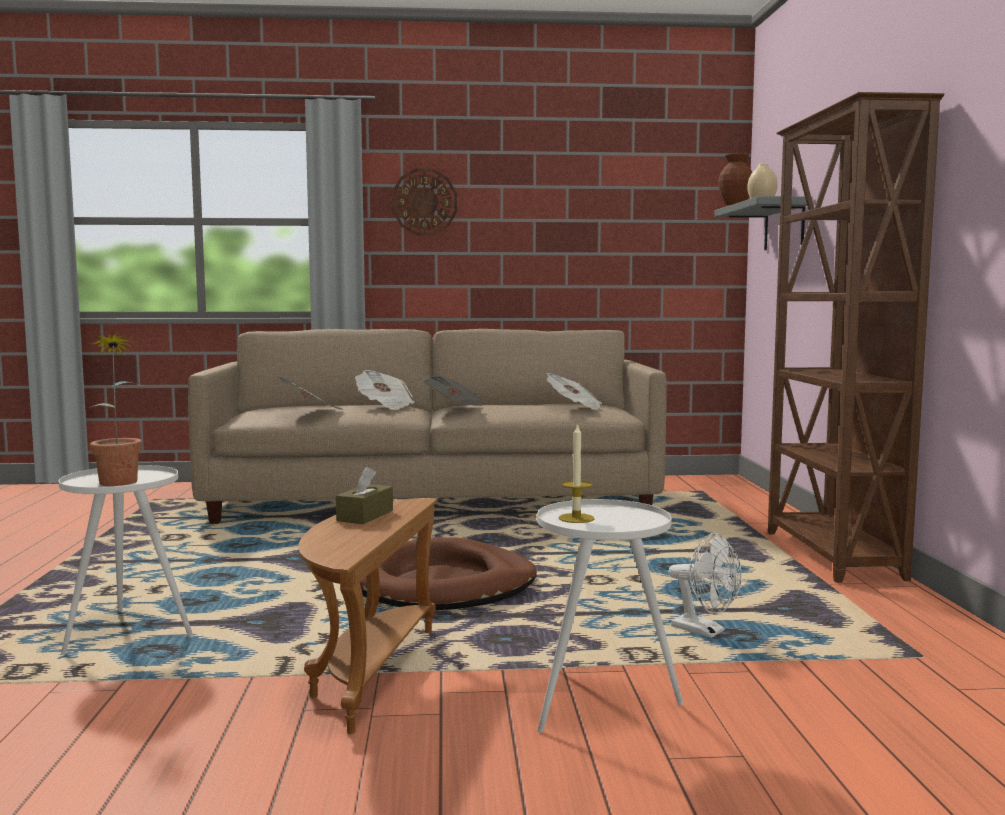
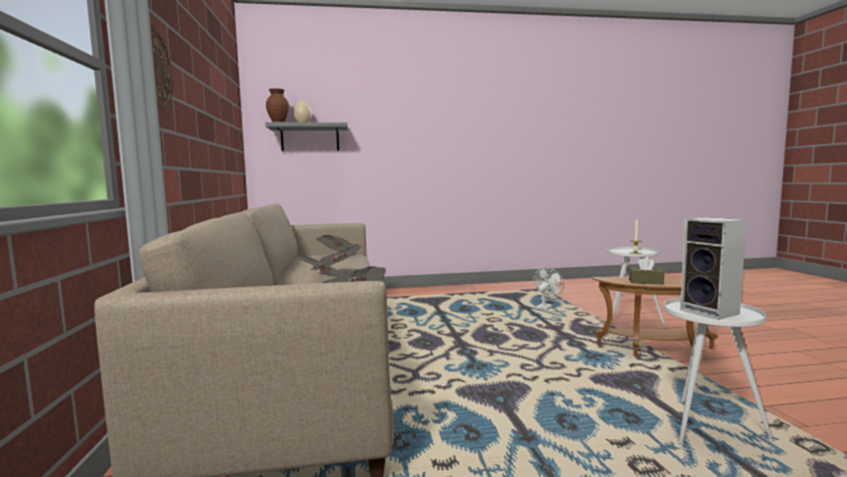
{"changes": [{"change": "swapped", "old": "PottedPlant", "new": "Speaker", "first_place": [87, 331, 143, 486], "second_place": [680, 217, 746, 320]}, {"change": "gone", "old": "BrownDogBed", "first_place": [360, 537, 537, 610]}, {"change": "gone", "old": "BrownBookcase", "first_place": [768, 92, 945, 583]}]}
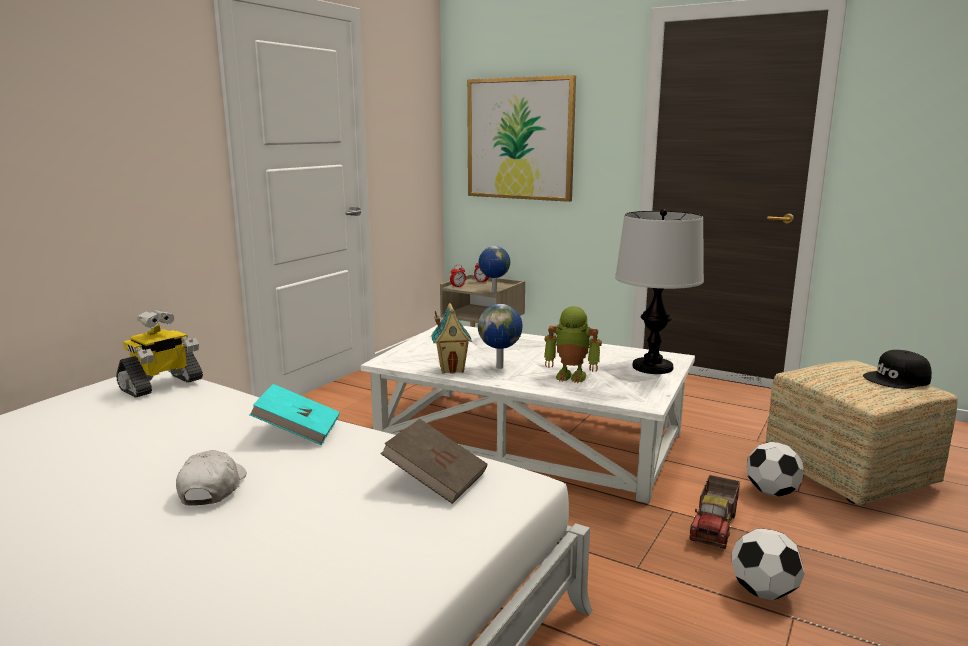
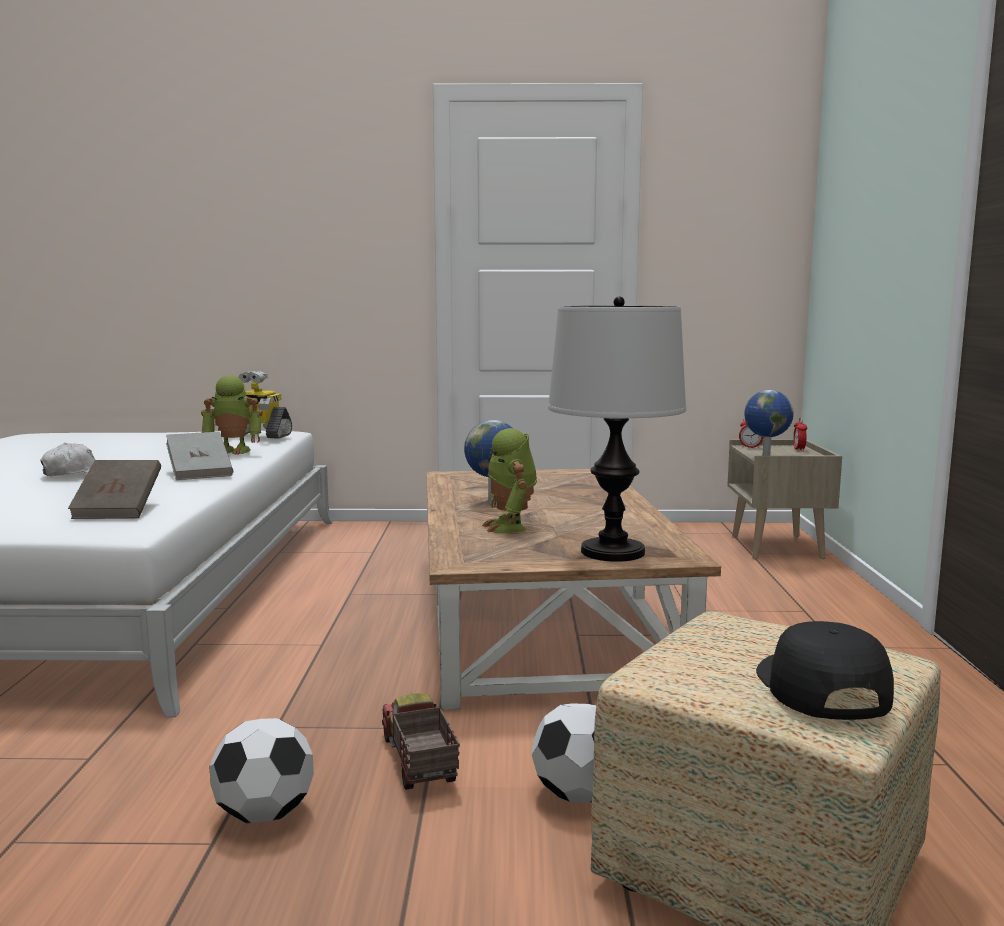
{"changes": [{"change": "repainted", "old": "TurquoiseBook", "new": "GreyBook", "first_place": [249, 384, 340, 445], "second_place": [166, 432, 233, 480]}, {"change": "repainted", "old": "WhiteCoffeeTable", "new": "BrownCoffeeTable", "first_place": [361, 325, 695, 503], "second_place": [426, 469, 721, 710]}, {"change": "gone", "old": "ToyHouse", "first_place": [431, 303, 472, 374]}, {"change": "gone", "old": "Picture", "first_place": [467, 75, 576, 202]}, {"change": "rotated", "old": "ToyTruck", "first_place": [689, 475, 740, 549], "second_place": [382, 693, 460, 790], "degrees": 75}, {"change": "rotated", "old": "BlackCap", "first_place": [863, 350, 932, 389], "second_place": [756, 621, 894, 720], "degrees": 45}, {"change": "new", "new": "ToyRobot", "second_place": [201, 375, 263, 455]}]}
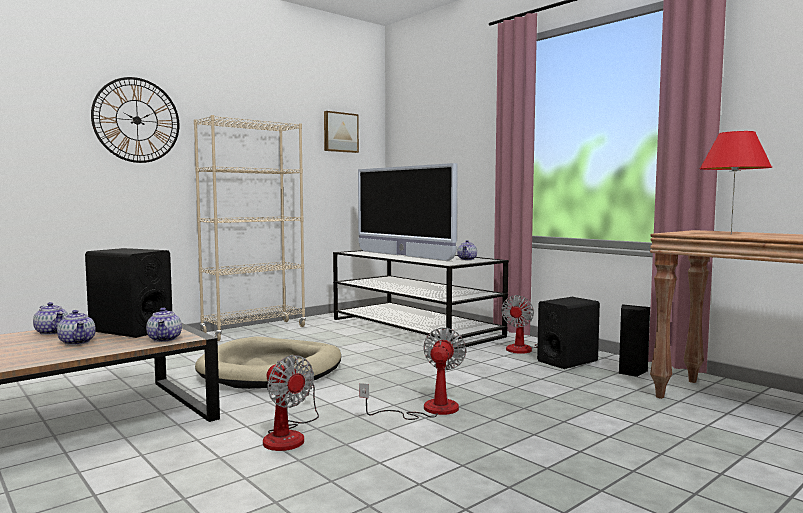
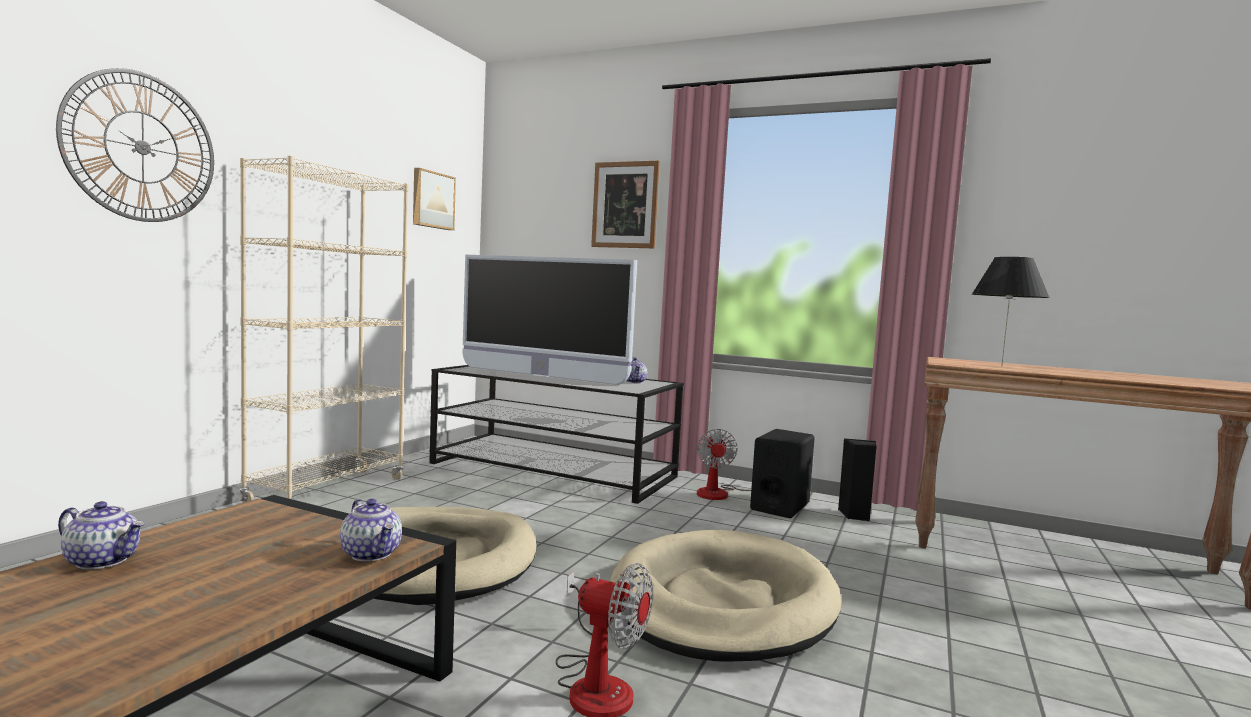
{"changes": [{"change": "gone", "old": "Teapot", "first_place": [57, 310, 96, 345]}, {"change": "gone", "old": "BlackSpeaker", "first_place": [85, 248, 172, 338]}, {"change": "swapped", "old": "Fan", "new": "BeigeDogBed", "first_place": [359, 327, 466, 420], "second_place": [610, 530, 841, 661]}, {"change": "repainted", "old": "RedTableLamp", "new": "BlackTableLamp", "first_place": [700, 131, 772, 235], "second_place": [972, 257, 1050, 367]}, {"change": "new", "new": "Picture", "second_place": [591, 161, 660, 248]}]}
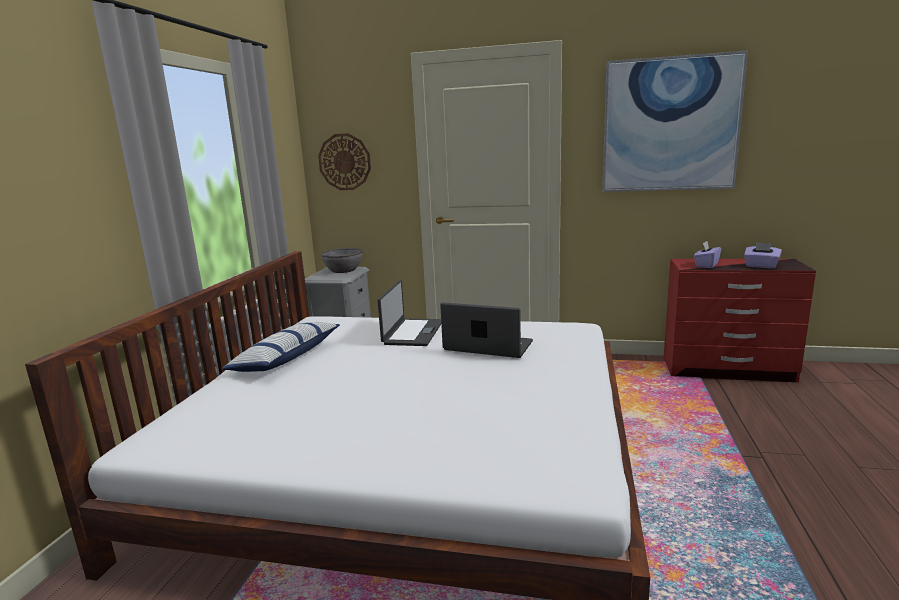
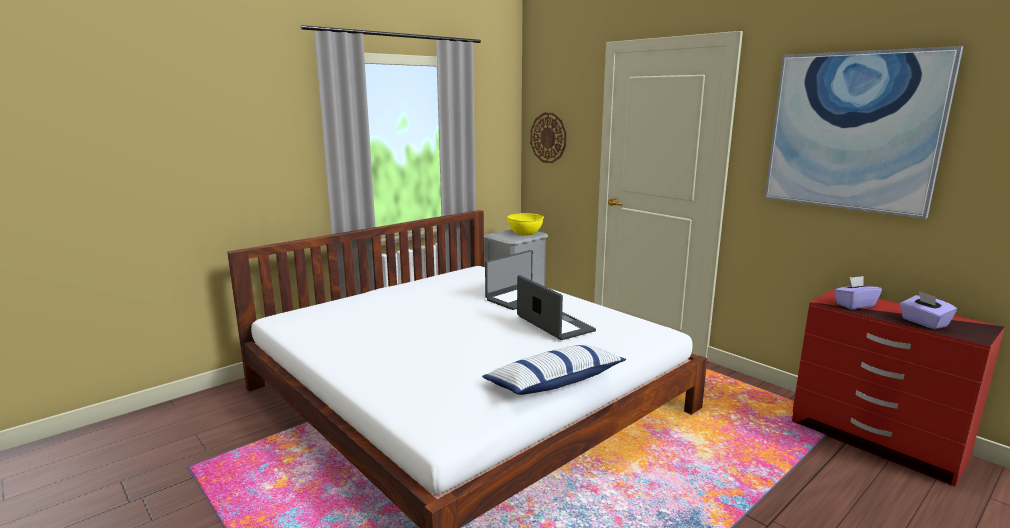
{"changes": [{"change": "shifted", "old": "Pillow", "first_place": [221, 322, 340, 372], "second_place": [482, 345, 626, 395]}, {"change": "repainted", "old": "GreyBowl", "new": "YellowBowl", "first_place": [320, 248, 363, 273], "second_place": [507, 213, 544, 235]}]}
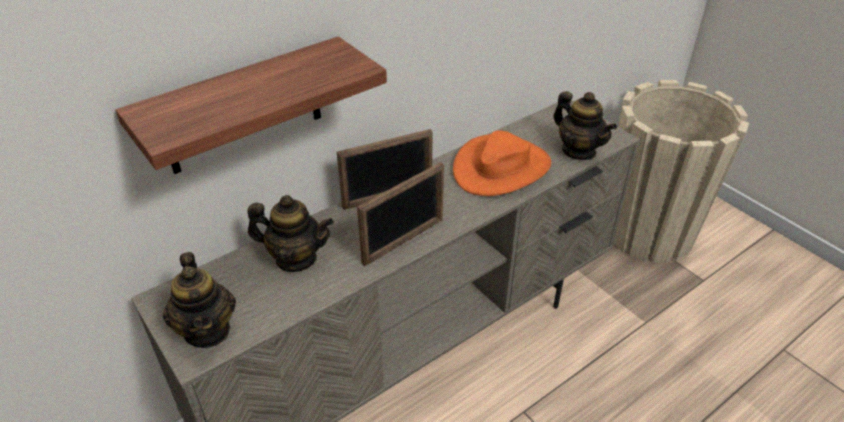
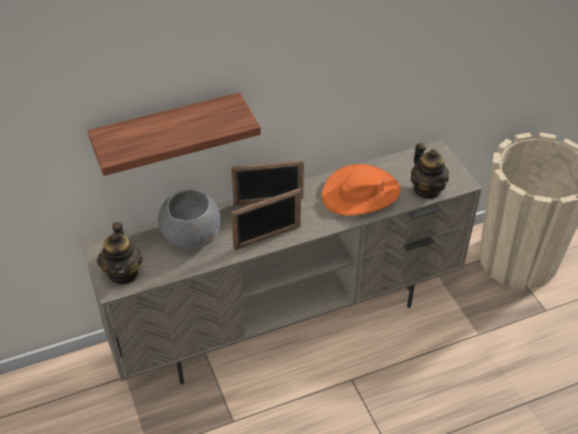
{"changes": [{"change": "swapped", "old": "Teapot", "new": "GreyBowl", "first_place": [248, 195, 334, 272], "second_place": [158, 190, 221, 250]}]}
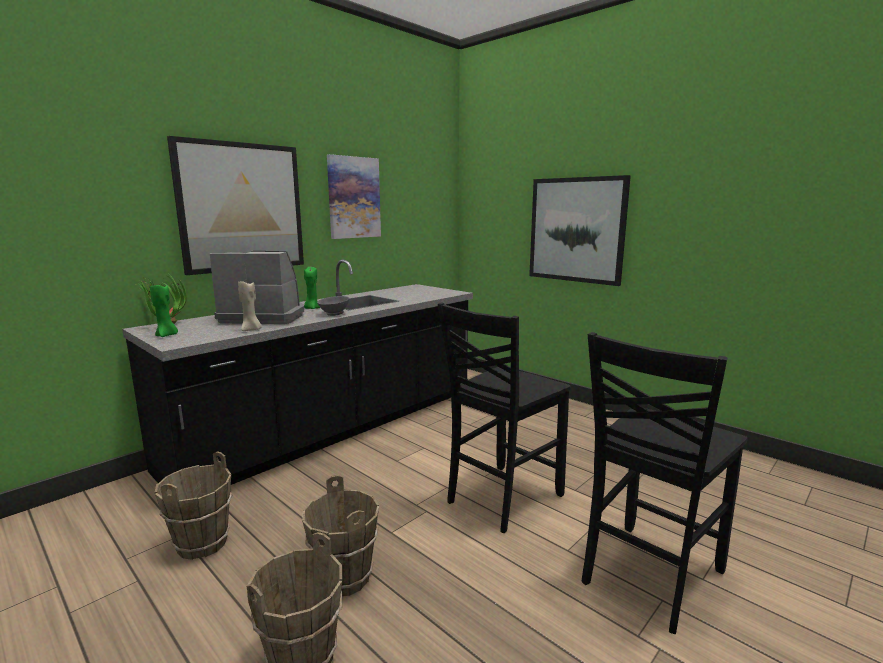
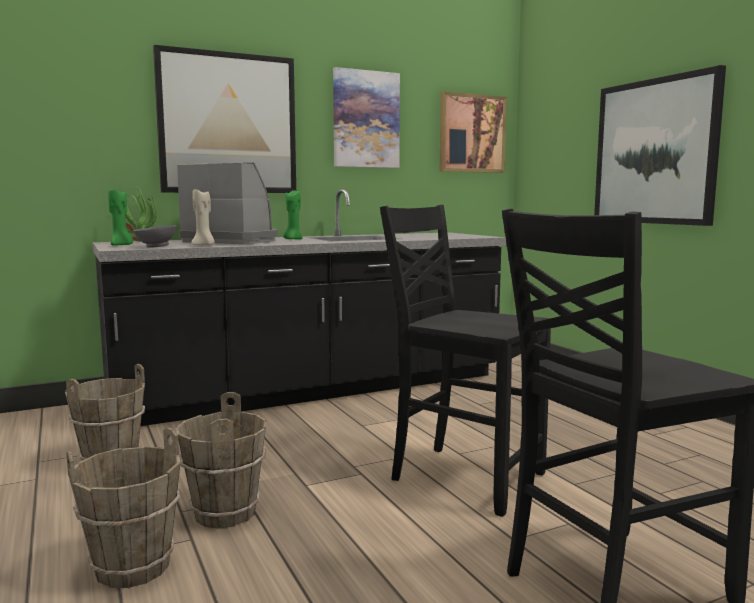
{"changes": [{"change": "shifted", "old": "GreyBowl", "first_place": [317, 296, 349, 316], "second_place": [133, 225, 177, 248]}, {"change": "rotated", "old": "BlackChair", "first_place": [438, 303, 571, 533], "second_place": [380, 205, 551, 517], "degrees": 60}, {"change": "new", "new": "Picture", "second_place": [440, 92, 507, 173]}]}
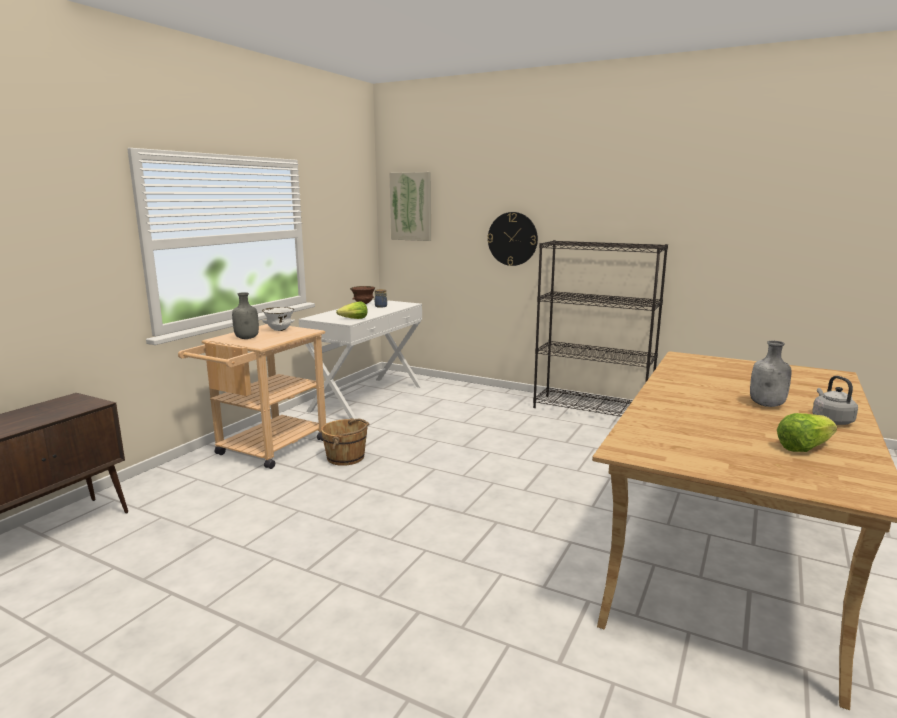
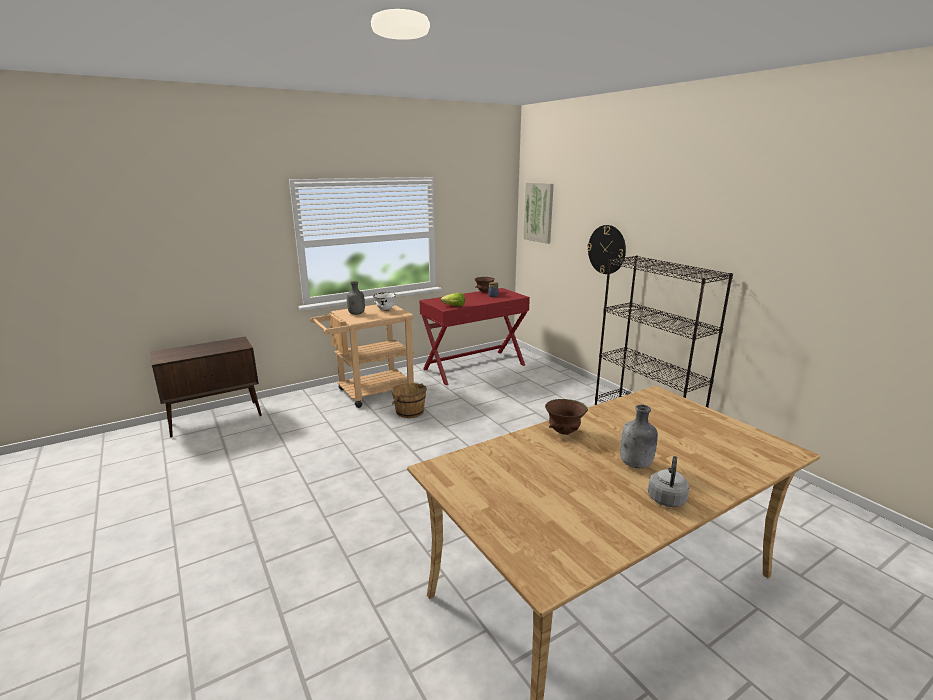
{"changes": [{"change": "repainted", "old": "WhiteConsoleTable", "new": "RedConsoleTable", "first_place": [299, 300, 422, 419], "second_place": [419, 288, 530, 385]}, {"change": "gone", "old": "Lettuce", "first_place": [777, 413, 837, 452]}, {"change": "new", "new": "BrownBowl", "second_place": [545, 399, 588, 435]}]}
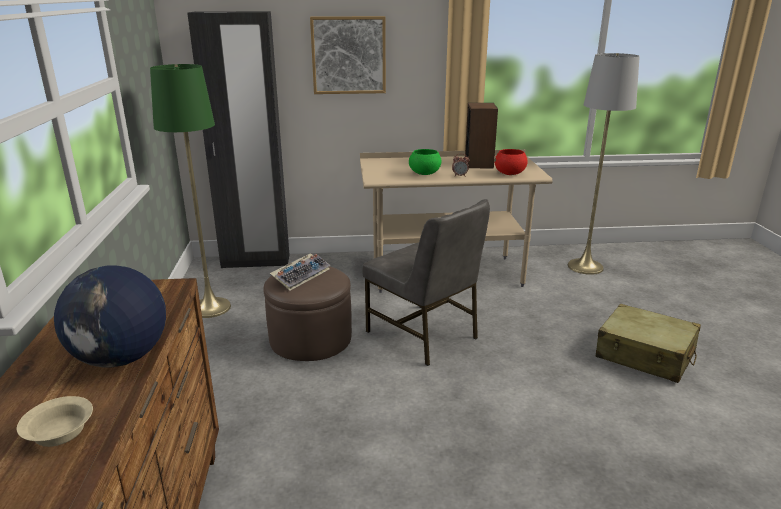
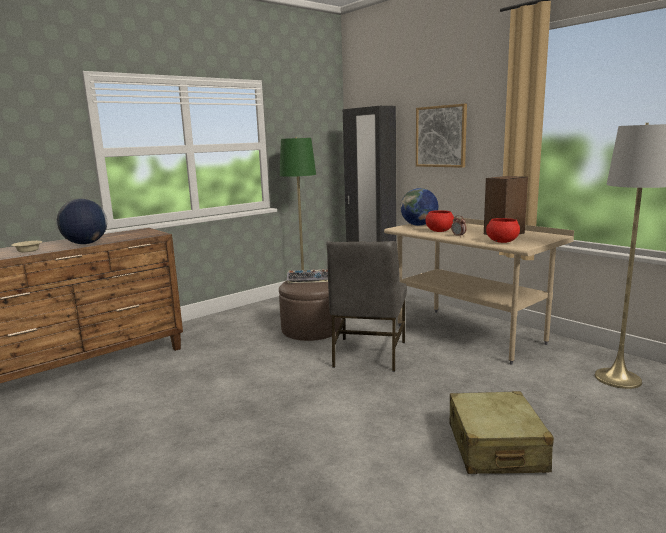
{"changes": [{"change": "repainted", "old": "GreenBowl", "new": "RedBowl", "first_place": [409, 149, 441, 175], "second_place": [425, 210, 454, 232]}, {"change": "new", "new": "Globe", "second_place": [400, 188, 438, 226]}]}
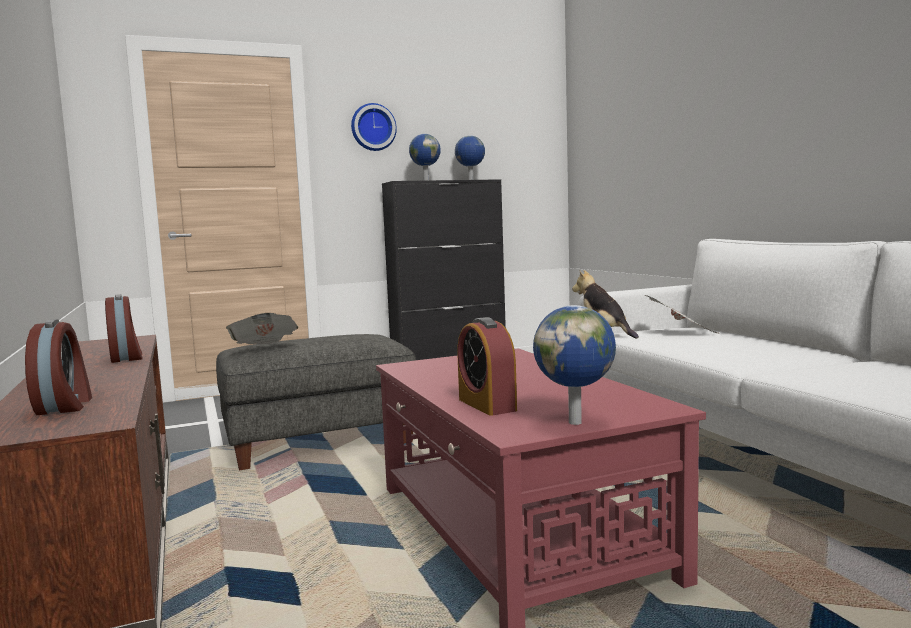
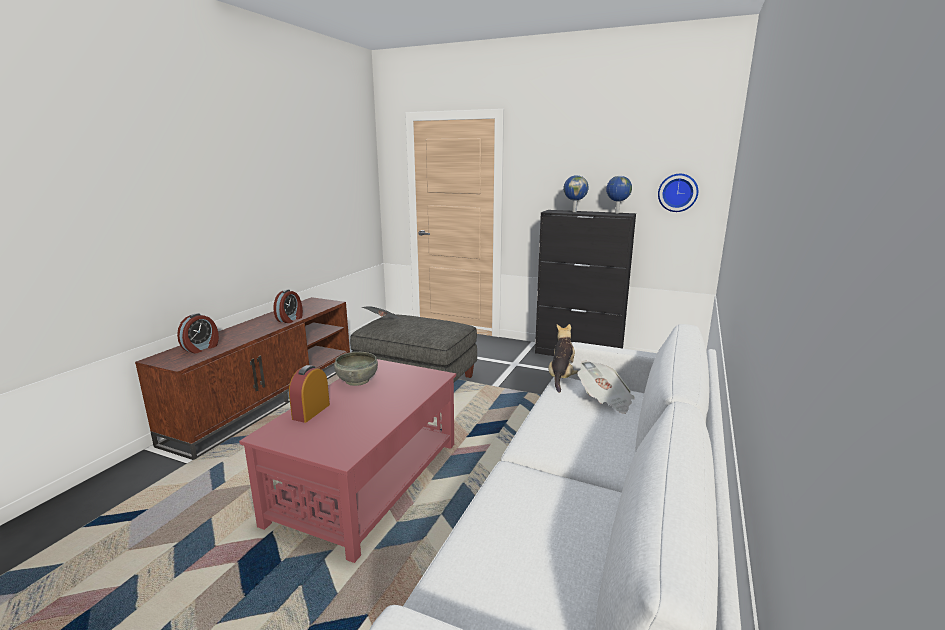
{"changes": [{"change": "shifted", "old": "WallClock", "first_place": [351, 103, 397, 151], "second_place": [658, 174, 698, 212]}, {"change": "gone", "old": "Globe", "first_place": [533, 305, 616, 425]}, {"change": "new", "new": "GreyBowl", "second_place": [334, 352, 378, 386]}]}
